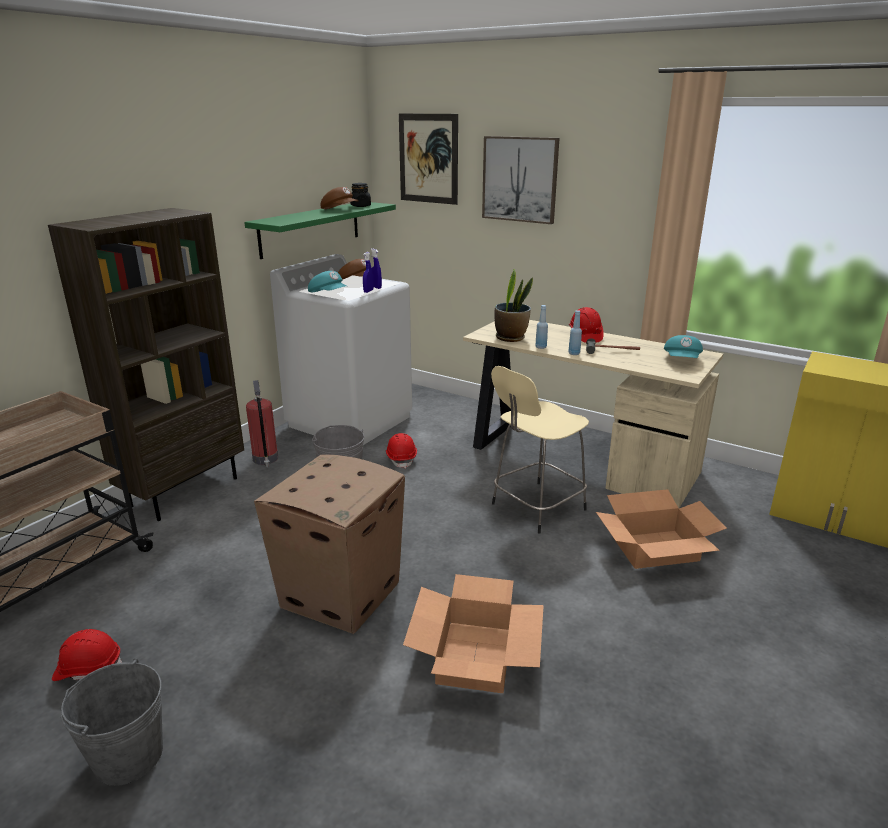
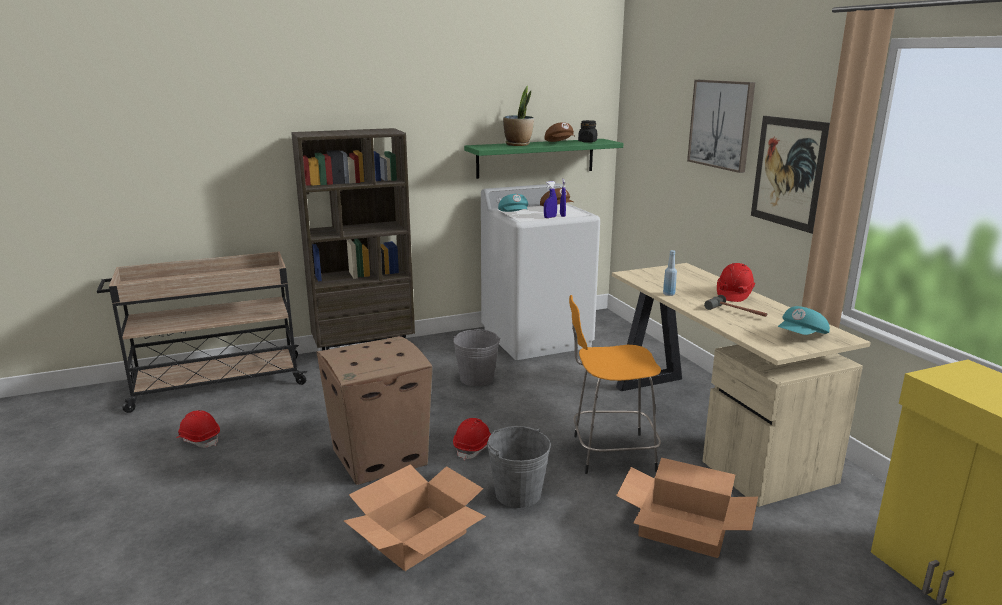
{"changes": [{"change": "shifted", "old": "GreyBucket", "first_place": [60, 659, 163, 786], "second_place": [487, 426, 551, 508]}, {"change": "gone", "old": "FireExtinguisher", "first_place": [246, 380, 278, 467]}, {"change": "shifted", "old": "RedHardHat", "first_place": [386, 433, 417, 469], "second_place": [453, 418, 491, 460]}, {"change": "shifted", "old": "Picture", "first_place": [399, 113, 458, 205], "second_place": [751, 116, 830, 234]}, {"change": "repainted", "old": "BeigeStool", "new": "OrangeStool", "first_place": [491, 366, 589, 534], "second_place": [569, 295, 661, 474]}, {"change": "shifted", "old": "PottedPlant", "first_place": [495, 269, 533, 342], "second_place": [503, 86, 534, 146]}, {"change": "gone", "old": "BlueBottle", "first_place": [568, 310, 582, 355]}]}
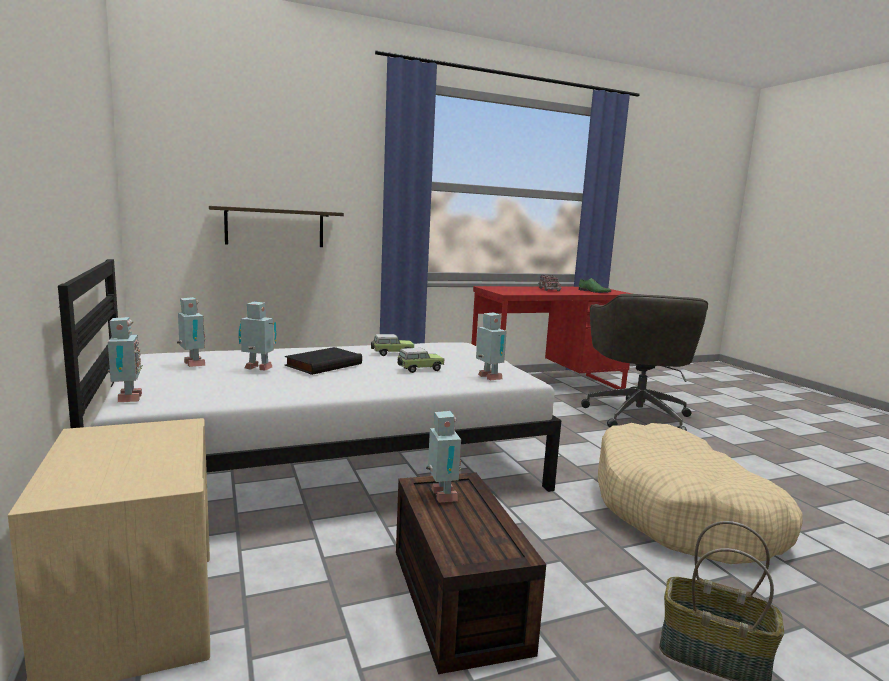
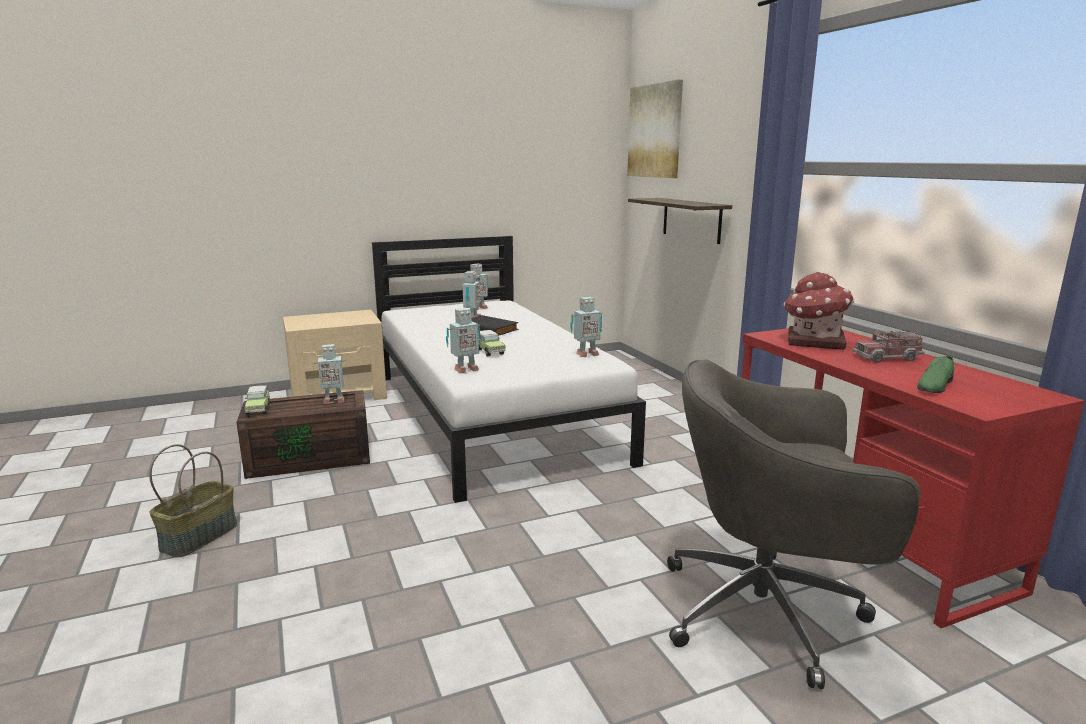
{"changes": [{"change": "shifted", "old": "ToyRobot", "first_place": [107, 317, 143, 402], "second_place": [570, 297, 602, 357]}, {"change": "shifted", "old": "ToyCar", "first_place": [371, 334, 414, 356], "second_place": [244, 385, 270, 416]}, {"change": "gone", "old": "BeigeDogBed", "first_place": [598, 423, 803, 564]}, {"change": "new", "new": "Picture", "second_place": [627, 80, 683, 178]}, {"change": "new", "new": "ToyHouse", "second_place": [783, 271, 854, 350]}]}
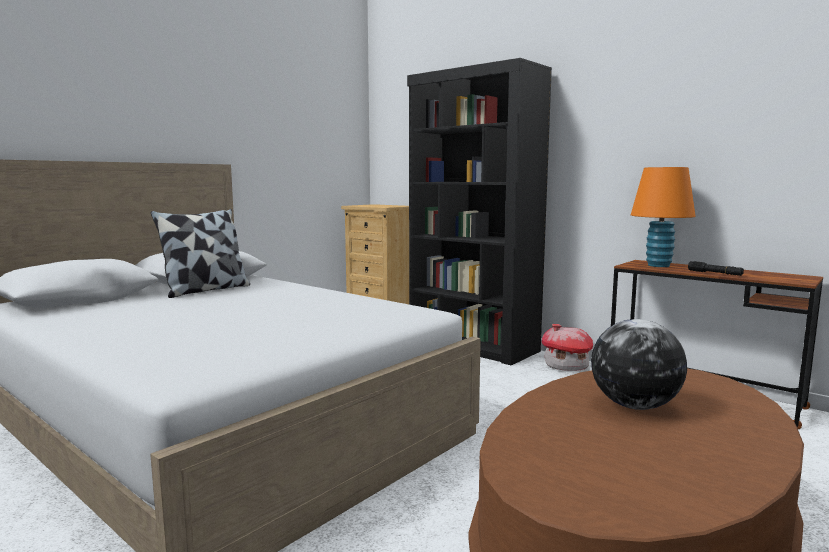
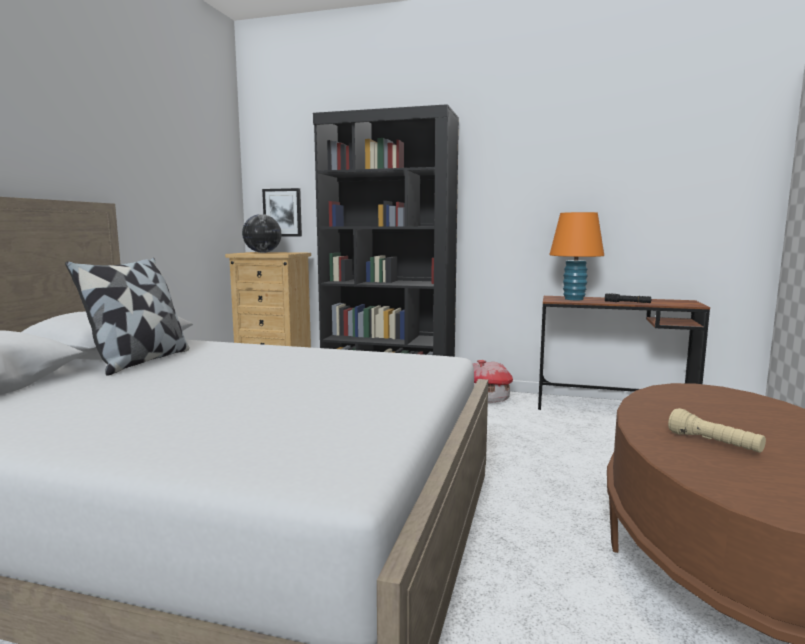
{"changes": [{"change": "shifted", "old": "Globe", "first_place": [591, 319, 687, 410], "second_place": [242, 214, 282, 253]}, {"change": "new", "new": "Picture", "second_place": [262, 188, 302, 237]}, {"change": "new", "new": "BeigeFlashlight", "second_place": [668, 408, 766, 453]}]}
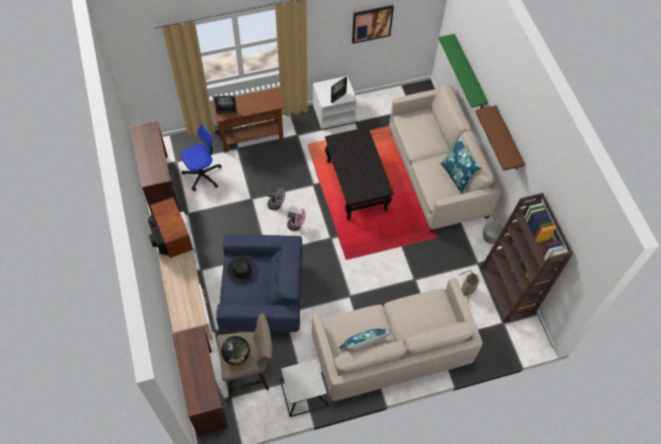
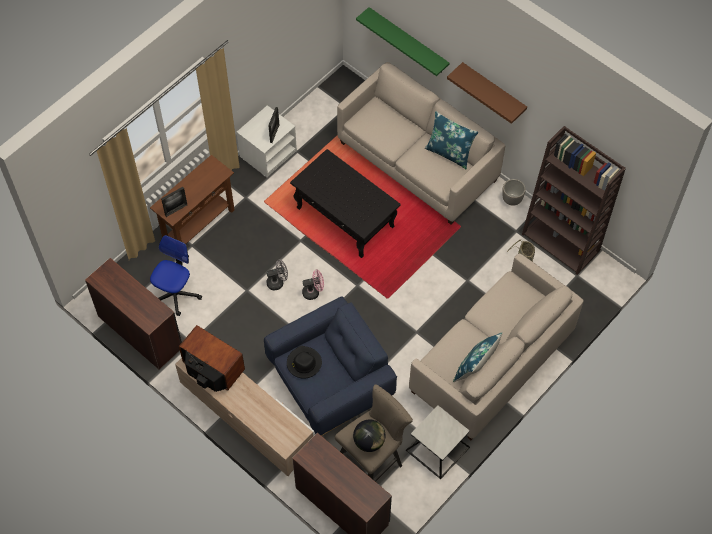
{"changes": [{"change": "gone", "old": "Picture", "first_place": [352, 5, 394, 44]}]}
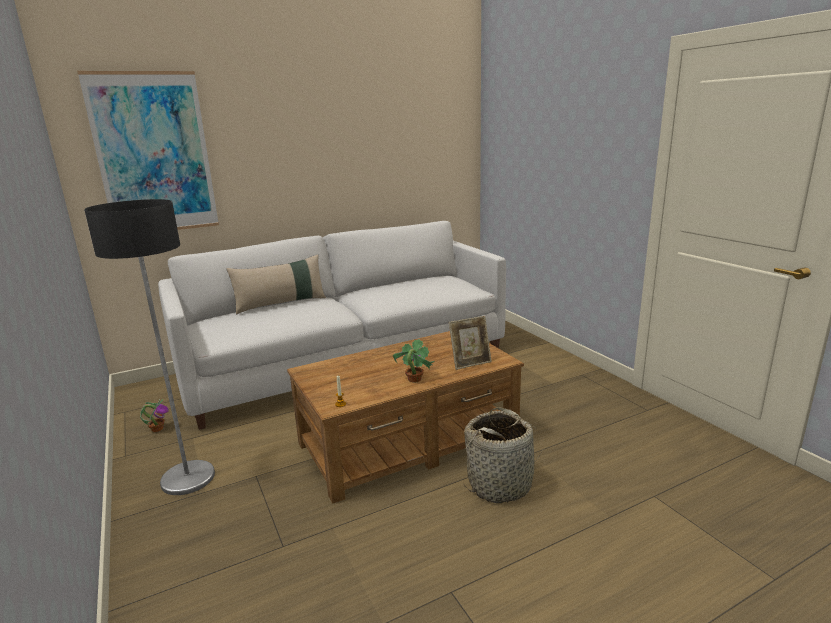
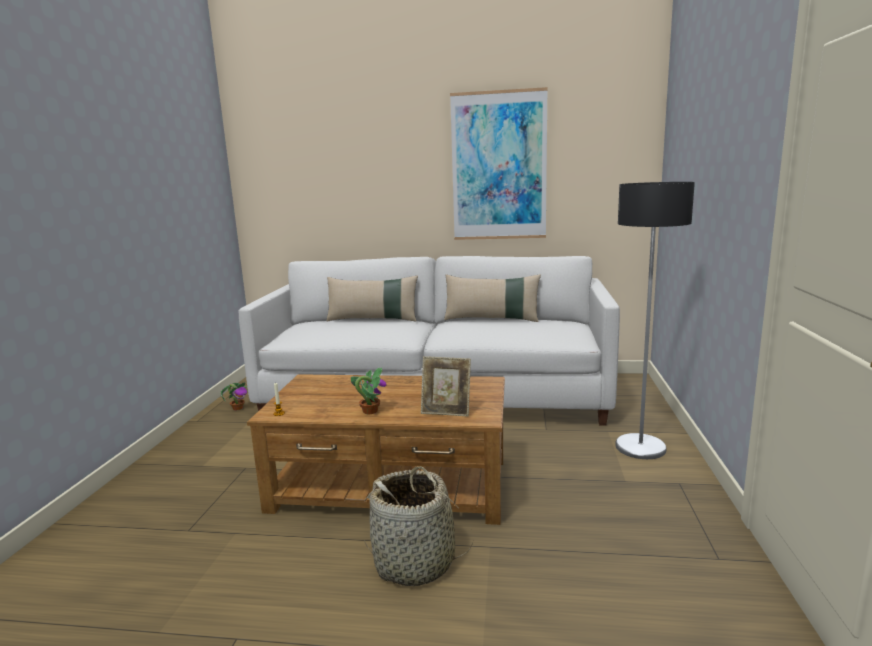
{"changes": [{"change": "shifted", "old": "Picture", "first_place": [77, 71, 219, 230], "second_place": [450, 87, 548, 240]}, {"change": "shifted", "old": "FloorLamp", "first_place": [84, 199, 215, 495], "second_place": [615, 182, 695, 459]}, {"change": "new", "new": "BeigePillow", "second_place": [444, 274, 541, 322]}]}
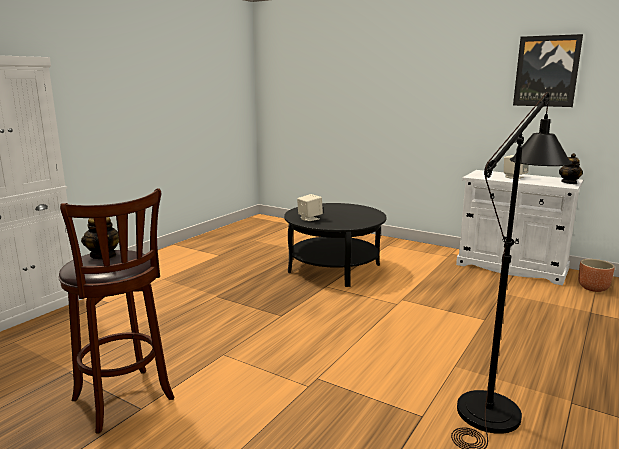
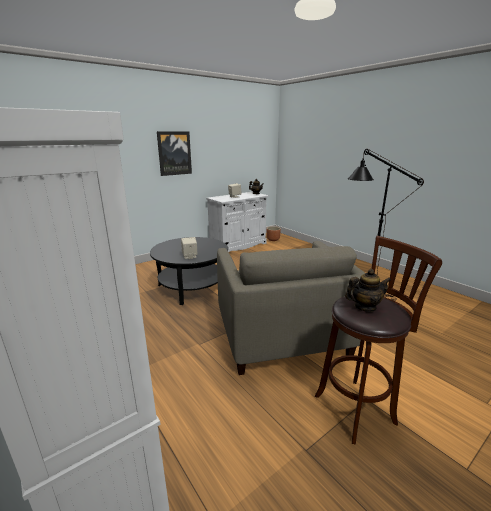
{"changes": [{"change": "shifted", "old": "Picture", "first_place": [513, 34, 583, 107], "second_place": [157, 131, 192, 176]}, {"change": "new", "new": "BeigeArmchair", "second_place": [217, 241, 365, 375]}]}
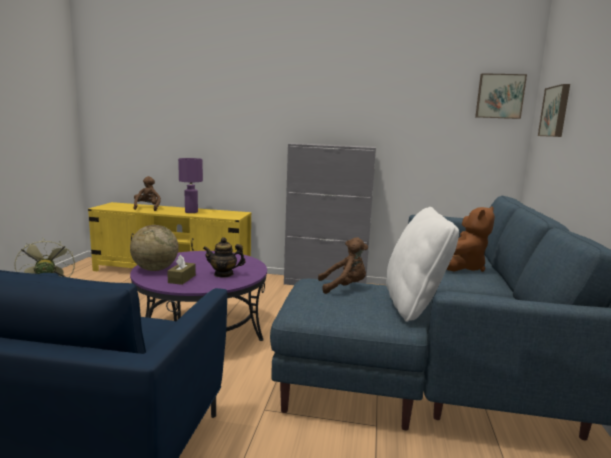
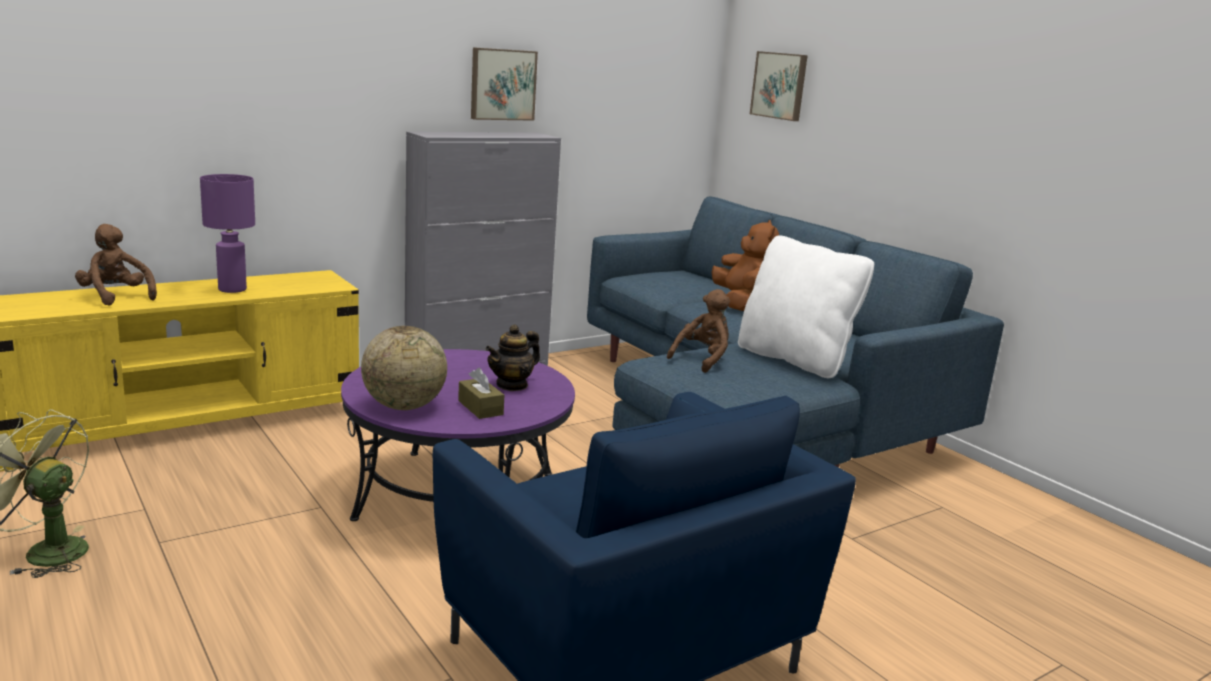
{"changes": [{"change": "shifted", "old": "Picture", "first_place": [475, 73, 527, 119], "second_place": [471, 47, 538, 121]}]}
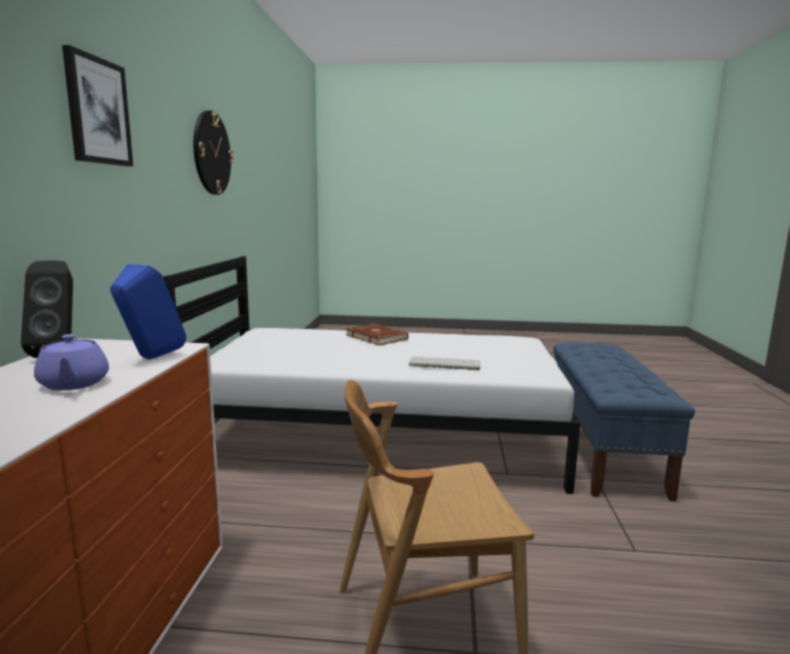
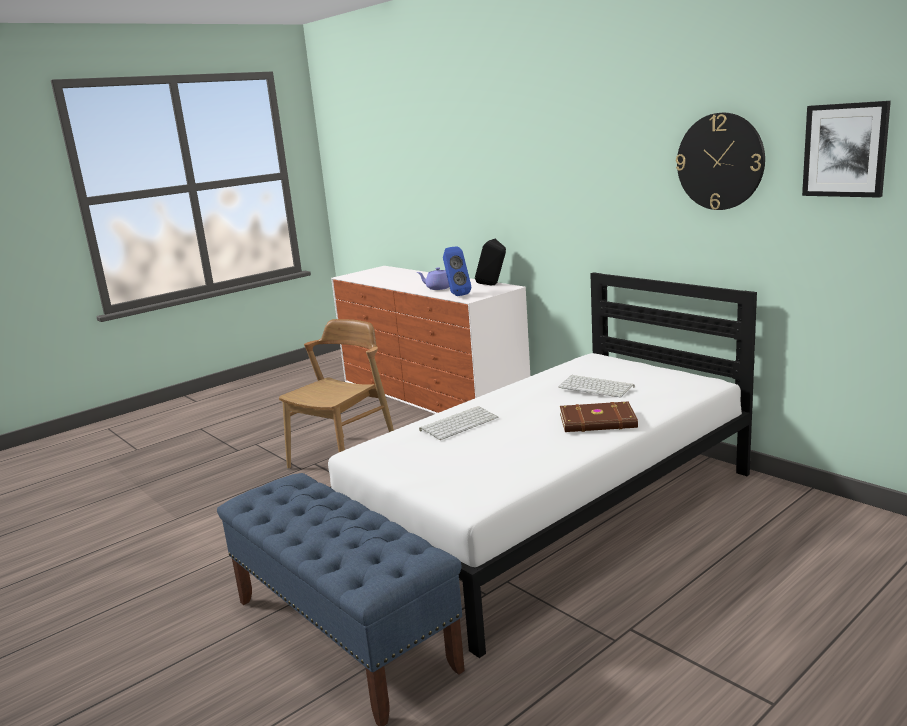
{"changes": [{"change": "shifted", "old": "Picture", "first_place": [62, 45, 133, 166], "second_place": [802, 101, 891, 198]}, {"change": "new", "new": "Keyboard", "second_place": [558, 375, 635, 398]}]}
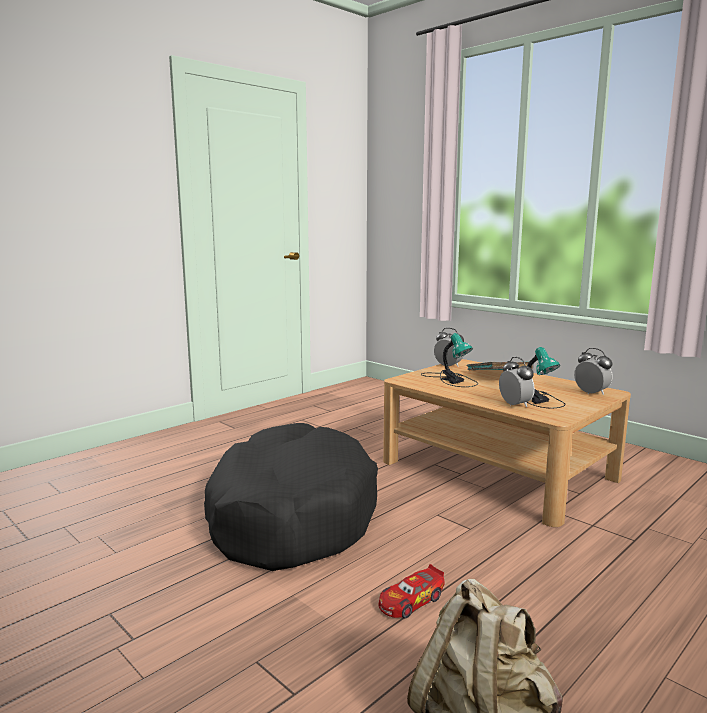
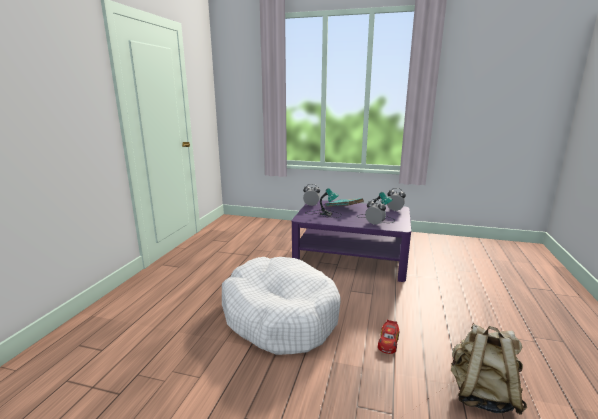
{"changes": [{"change": "repainted", "old": "BlackDogBed", "new": "WhiteDogBed", "first_place": [204, 423, 378, 571], "second_place": [222, 257, 341, 355]}, {"change": "repainted", "old": "BeigeCoffeeTable", "new": "PurpleCoffeeTable", "first_place": [383, 359, 631, 527], "second_place": [292, 200, 411, 282]}]}
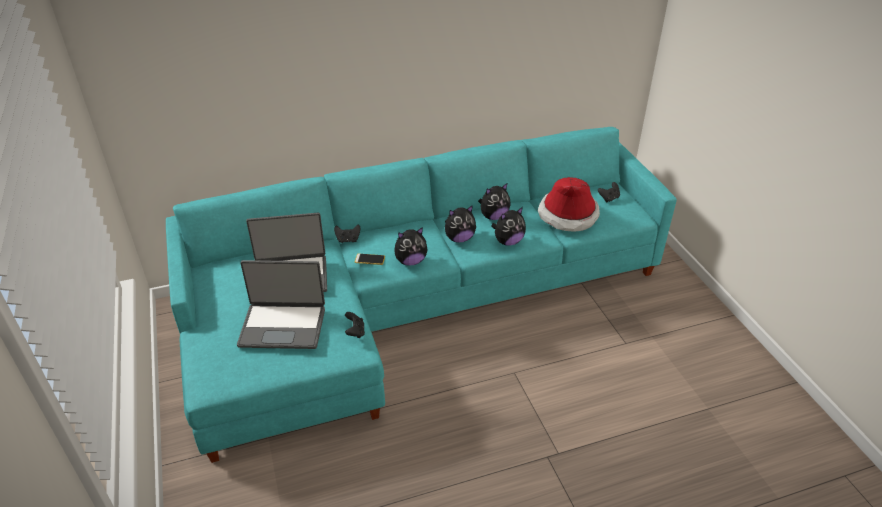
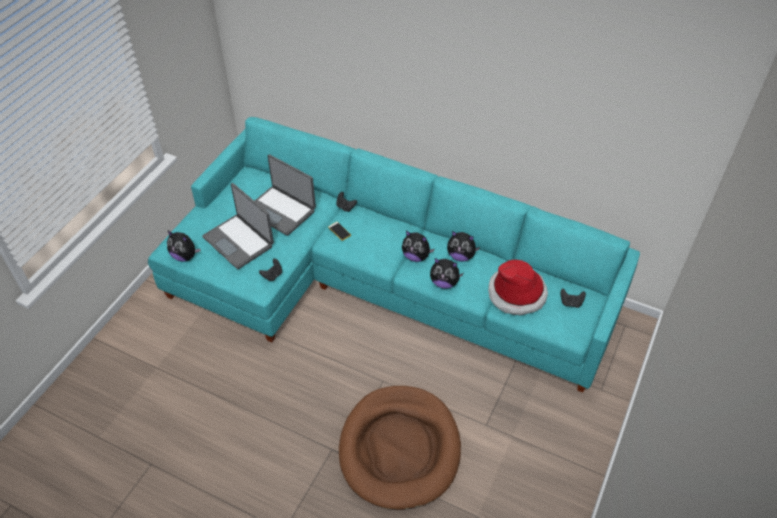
{"changes": [{"change": "shifted", "old": "PlushToy", "first_place": [394, 227, 427, 266], "second_place": [167, 230, 201, 262]}, {"change": "new", "new": "BrownDogBed", "second_place": [339, 386, 461, 510]}]}
